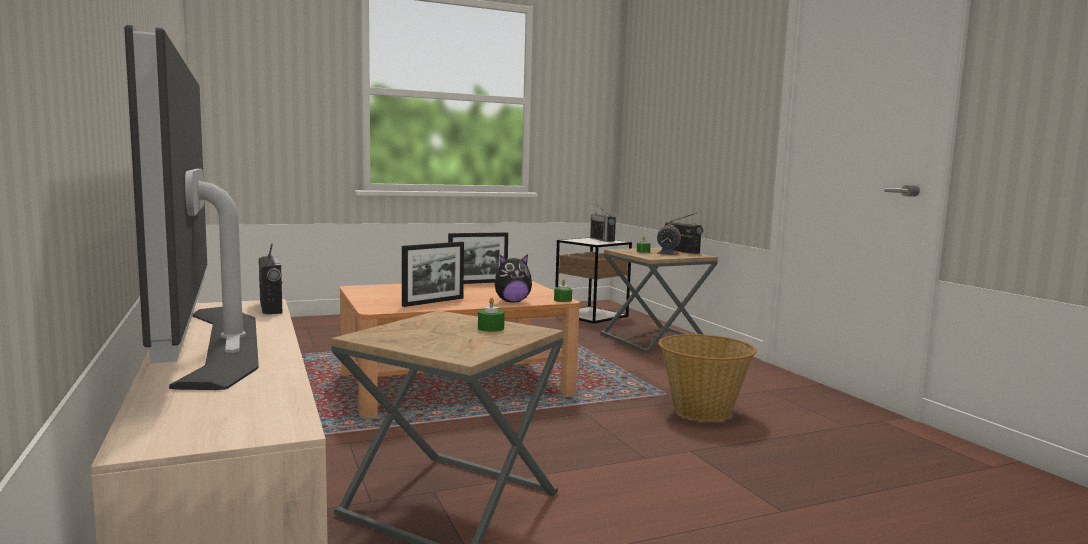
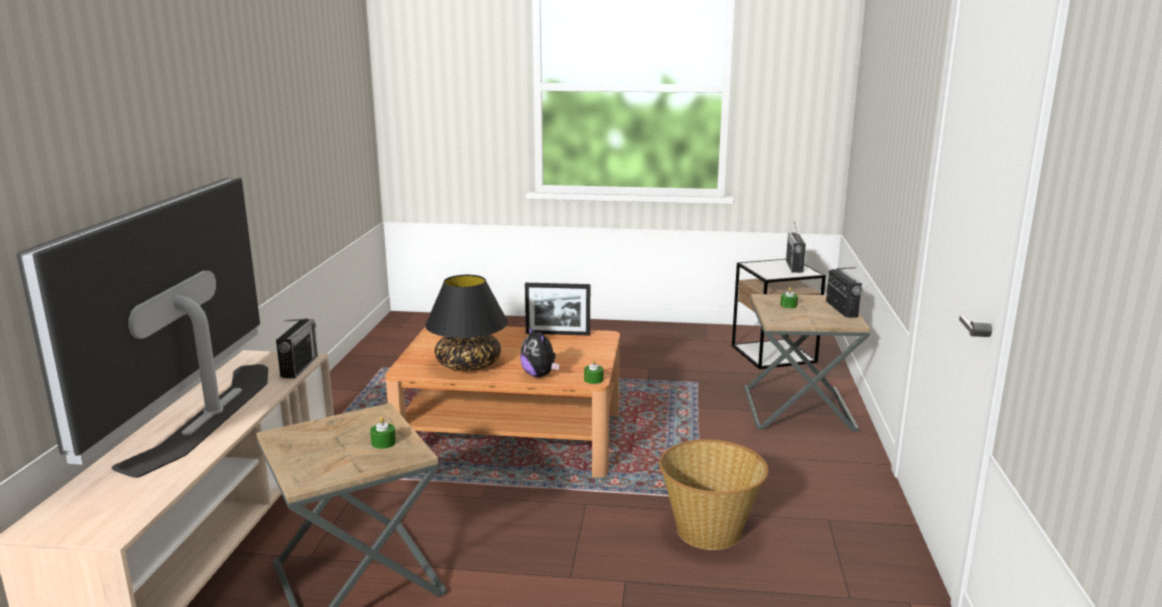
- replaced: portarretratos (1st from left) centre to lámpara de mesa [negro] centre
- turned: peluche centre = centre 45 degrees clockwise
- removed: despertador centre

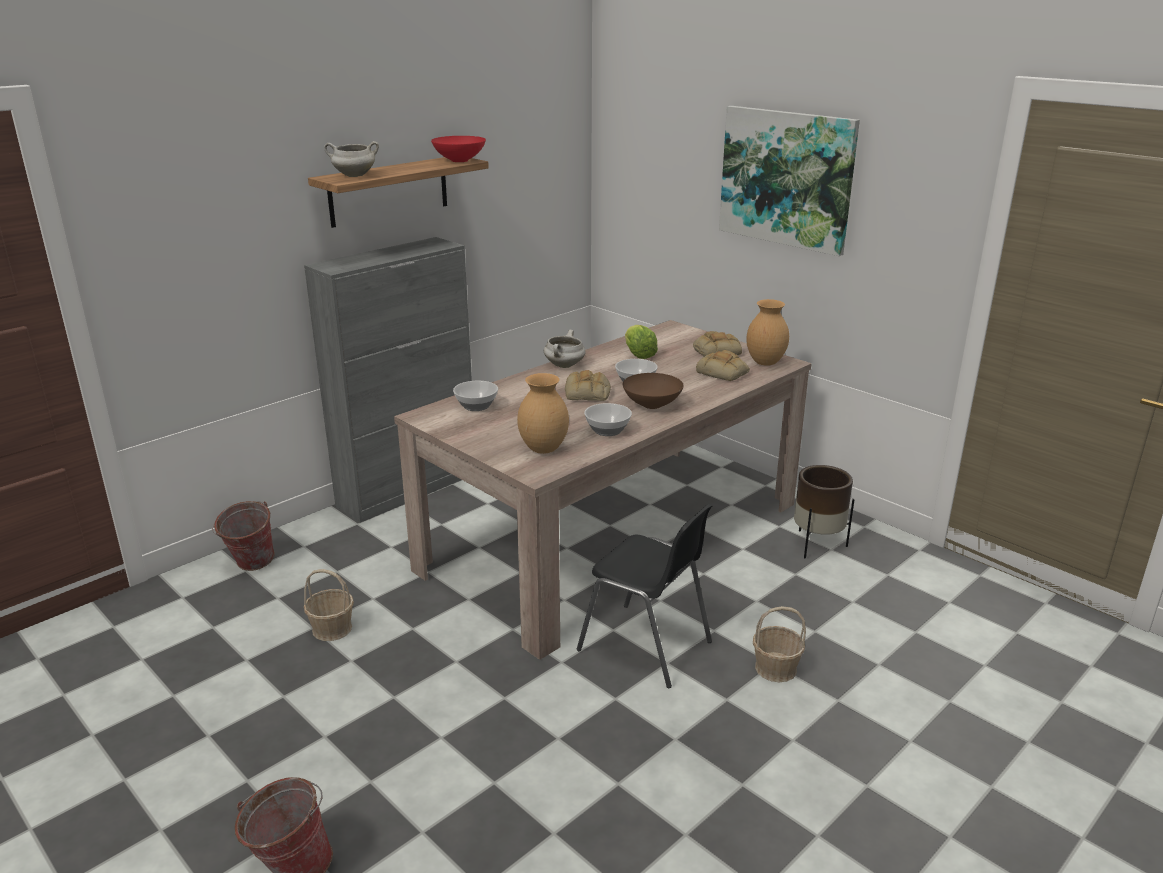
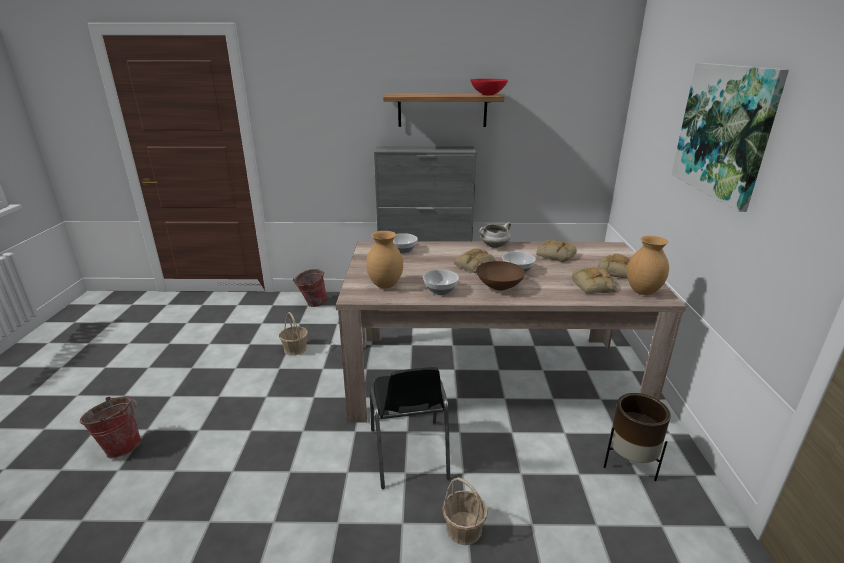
- removed: olla [blanco] (1st from left) top left
- replaced: lechuga centre to pan (2nd from left) centre

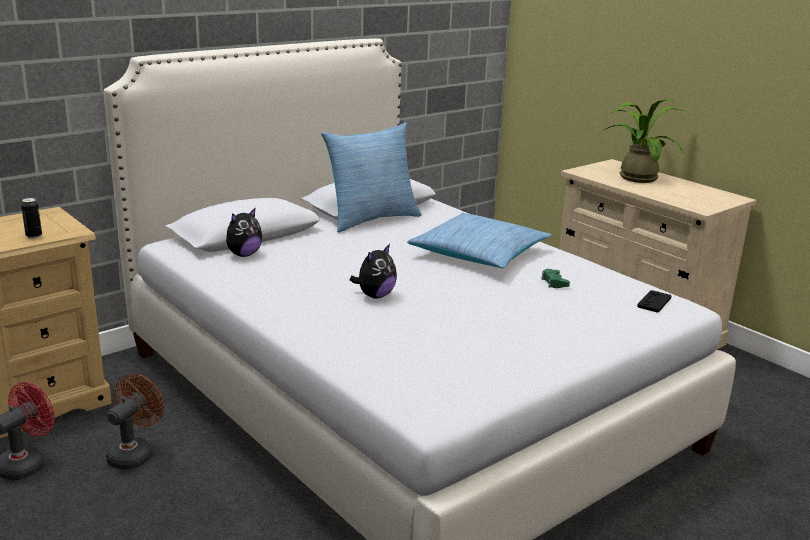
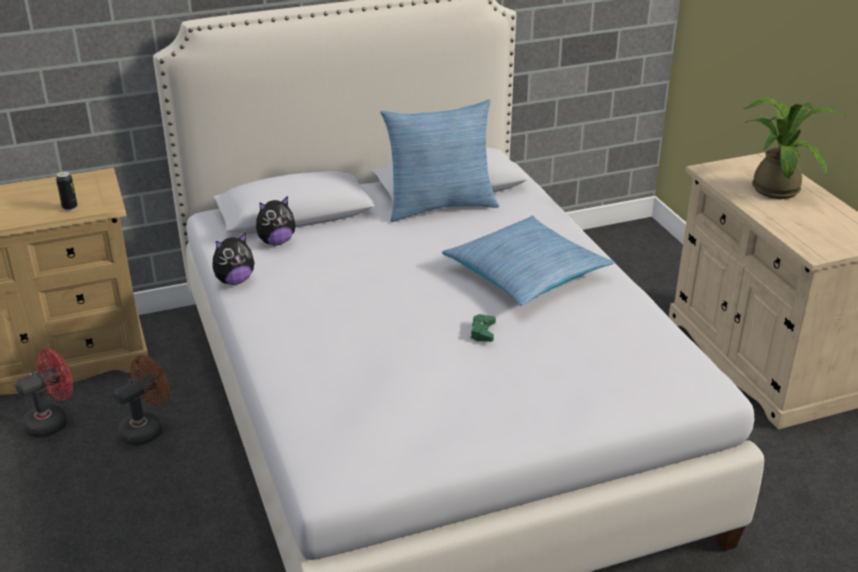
- moved: peluche (2nd from left in the first image) centre to peluche (1st from left) middle left
- moved: mando de consola [verde] middle right to centre
- removed: mando de consola [negro] middle right

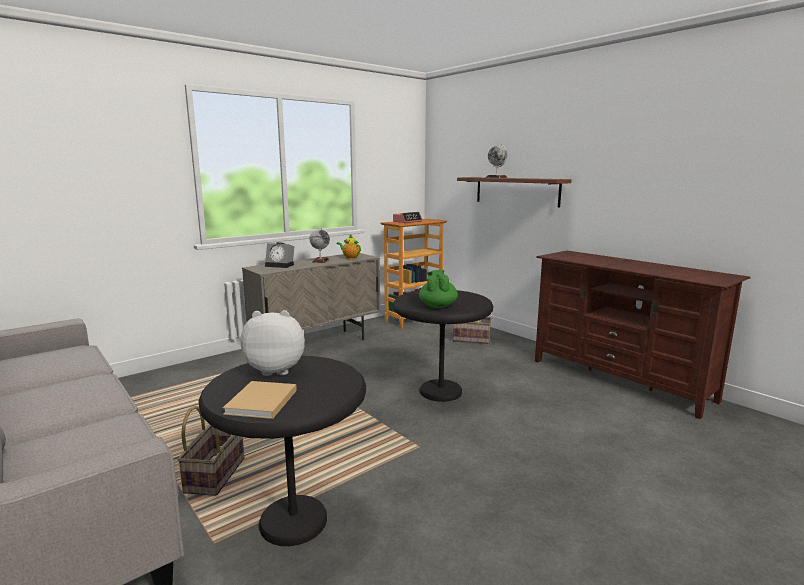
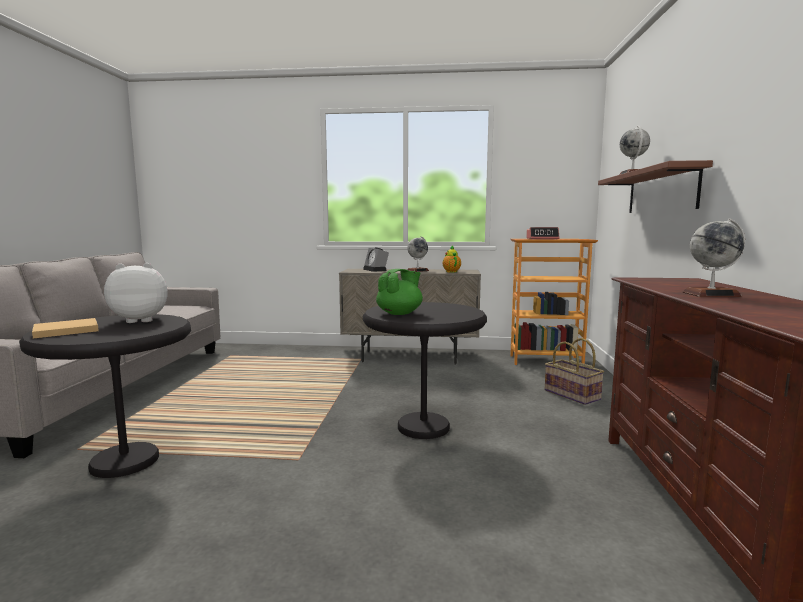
- removed: cesta (1st from left) bottom left
- turned: peluche centre = middle left 60 degrees counterclockwise
- added: globo terráqueo (3rd from left) middle right

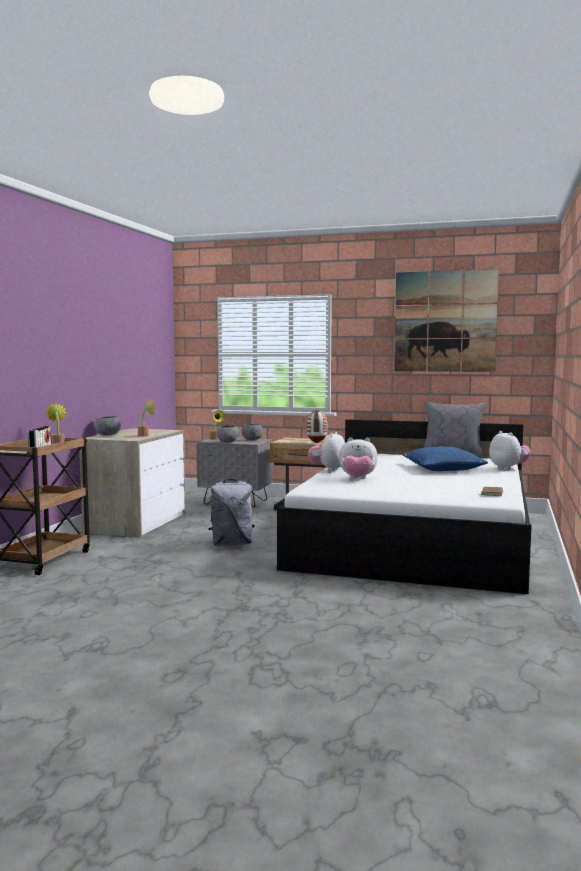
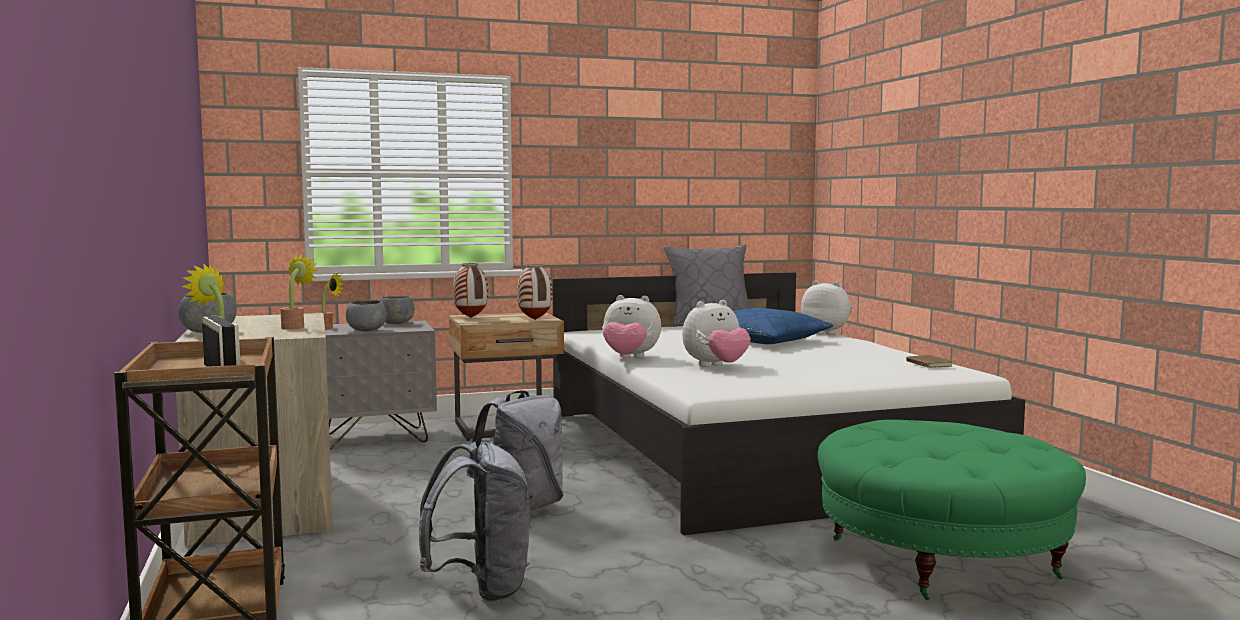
- turned: peluche (1st from left) centre = centre 60 degrees counterclockwise
- removed: cuadro middle right
- added: mochila [gris] (1st from left) bottom centre
- added: florero (1st from left) centre
- added: puf [verde] bottom right

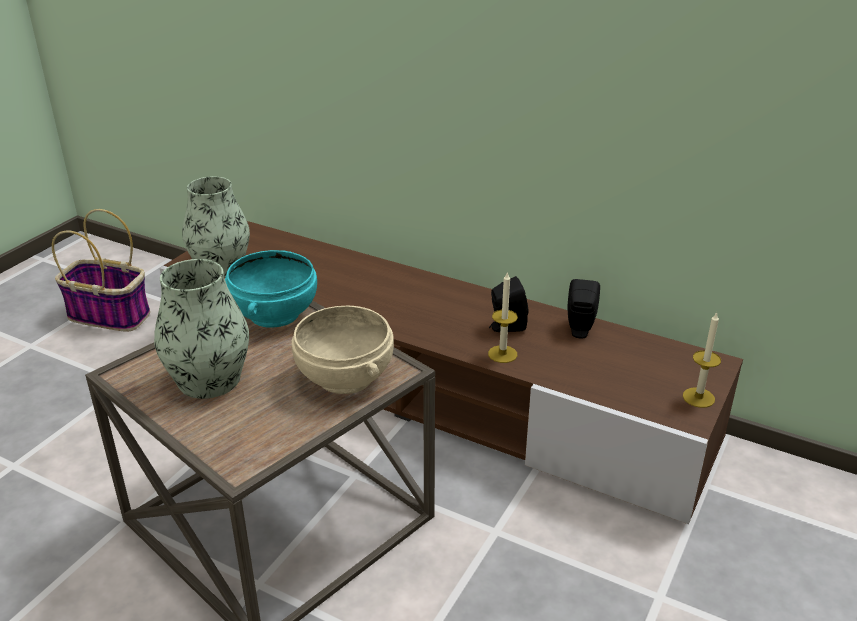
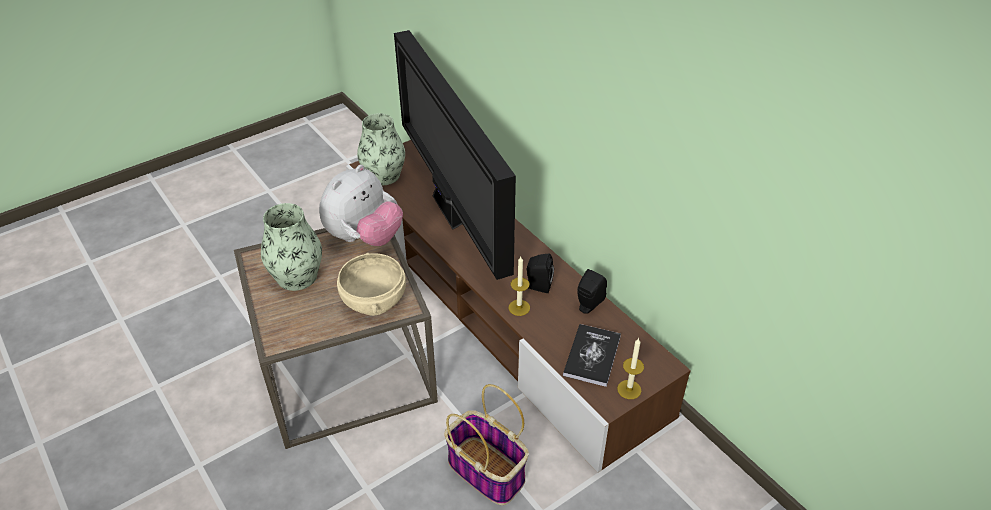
- moved: cesta middle left to bottom centre
- replaced: cuenco [turquesa] middle left to peluche centre
- added: televisor top centre
- added: libro bottom centre

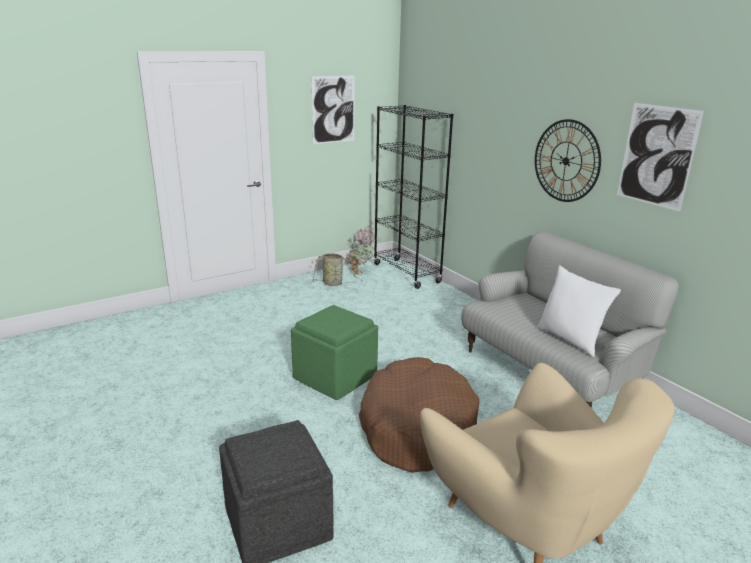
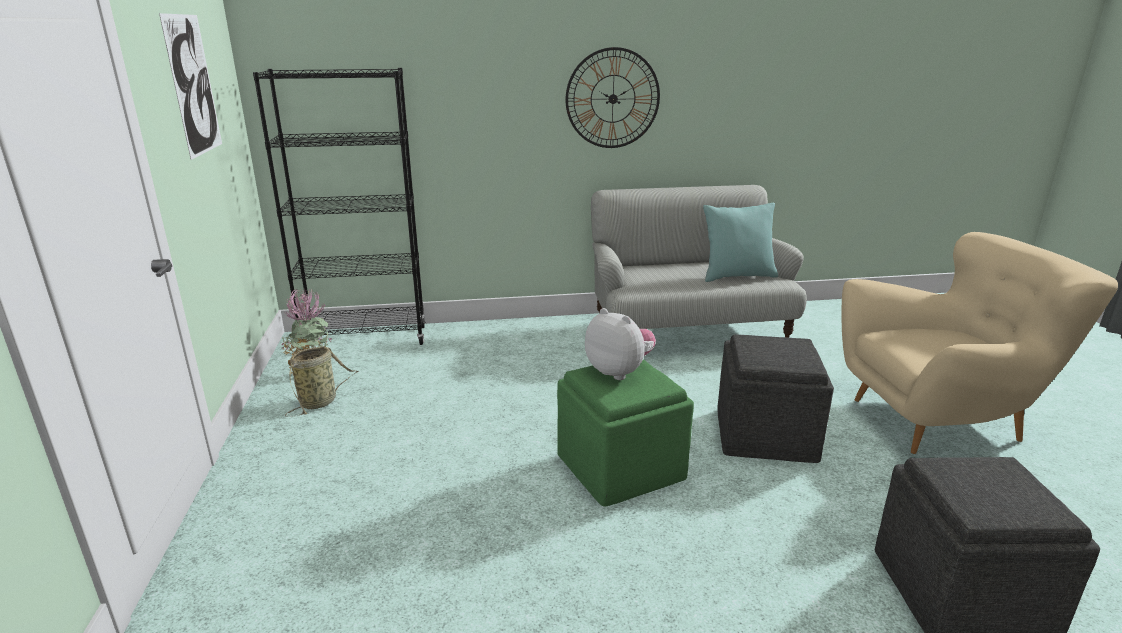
- replaced: cama para perro [marrón] bottom centre to puf [gris] (1st from left) middle right
- recoloured: cojín [blanco] middle right to cojín [turquesa] centre
- removed: cuadro (2nd from left) top right
- added: peluche centre

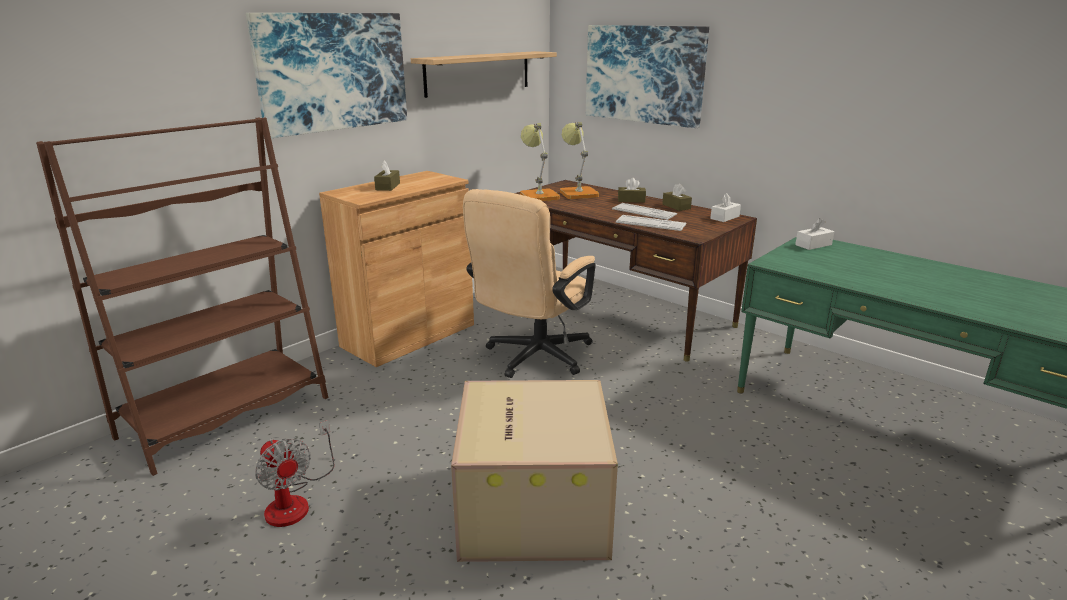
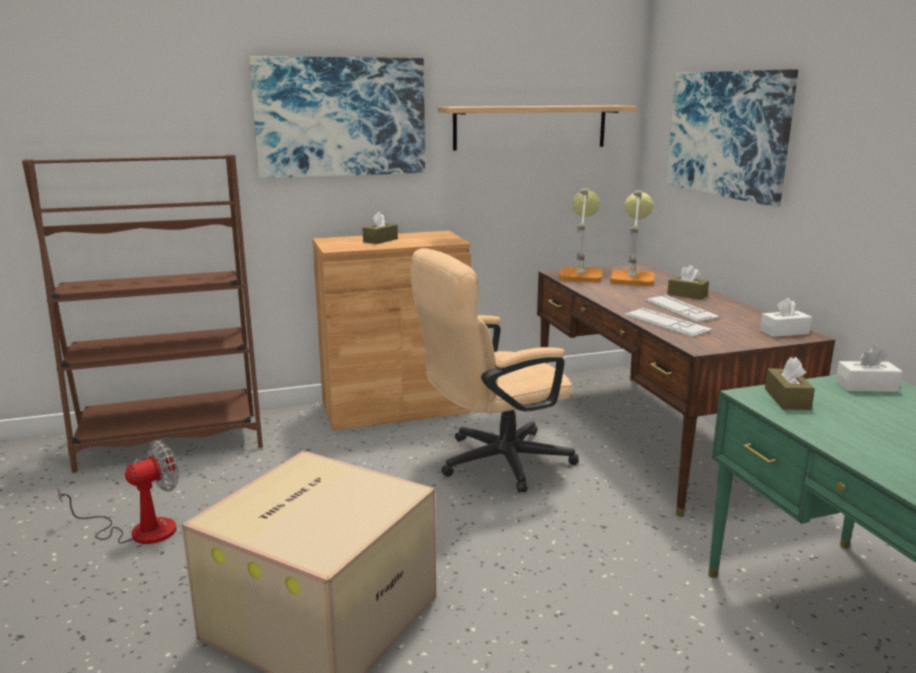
- turned: ventilador bottom left = bottom left 120 degrees counterclockwise
- moved: caja de pañuelos [marrón] (3rd from left) top centre to middle right

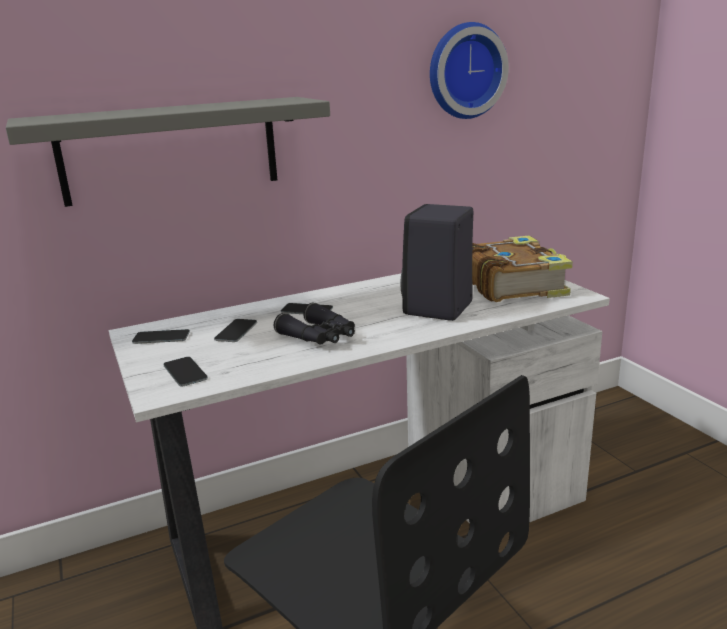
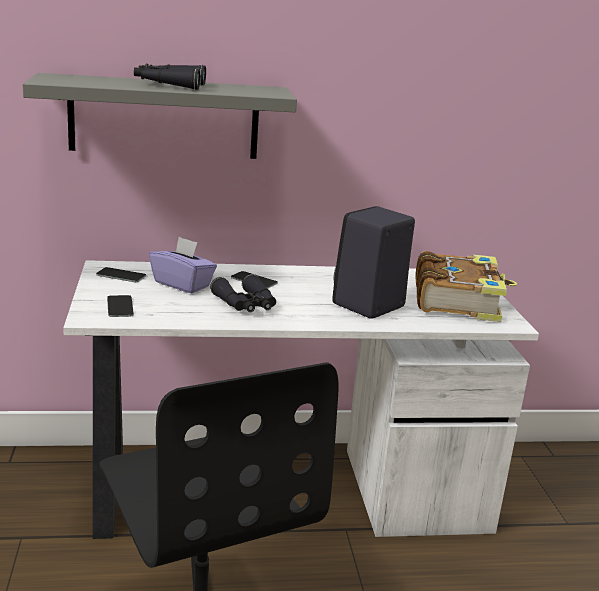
- replaced: móvil (3rd from left) middle left to caja de pañuelos [morado] middle left
- removed: reloj de pared top centre
- added: prismáticos [negro] (1st from left) top left

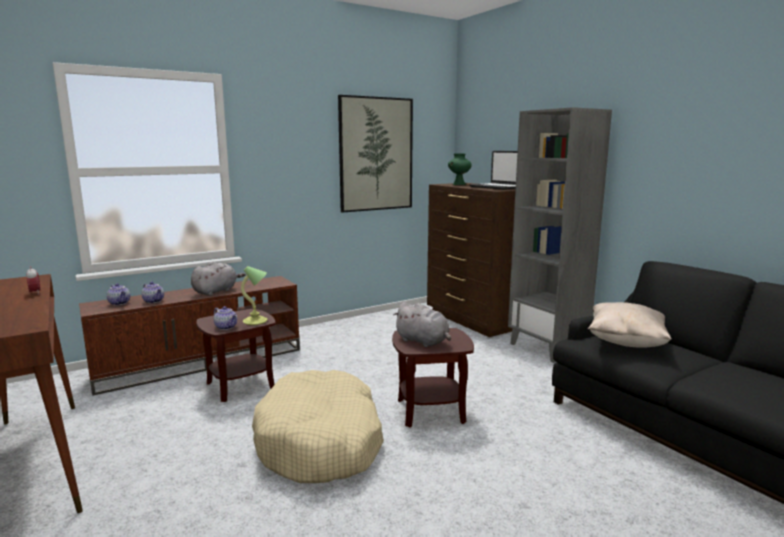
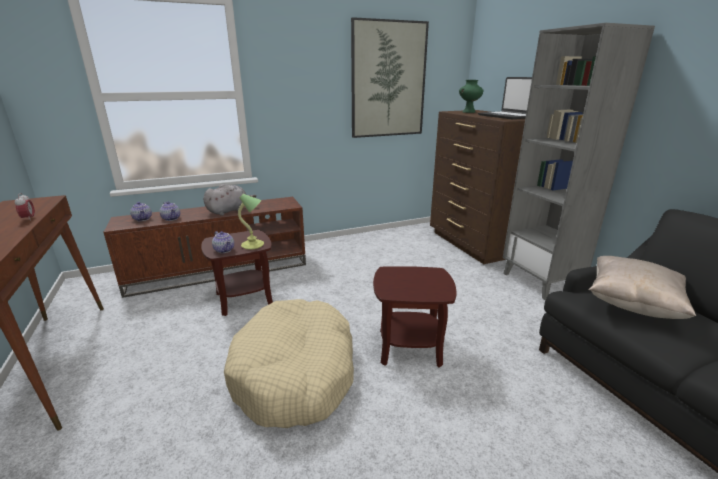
- removed: peluche [gris] (2nd from left) centre

